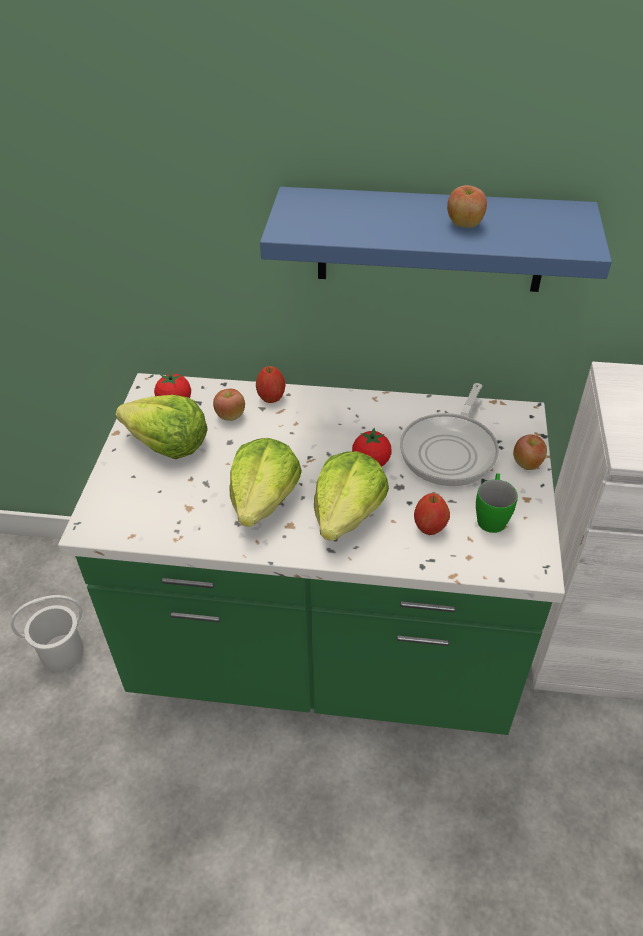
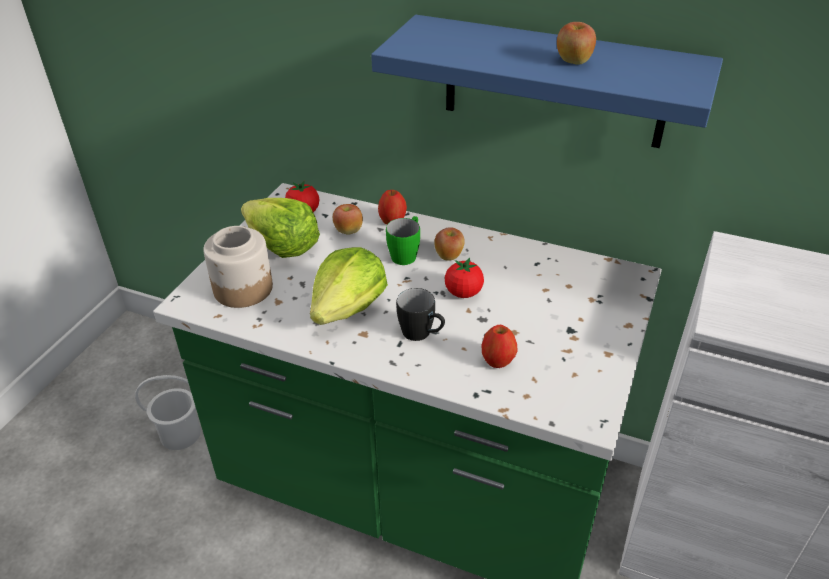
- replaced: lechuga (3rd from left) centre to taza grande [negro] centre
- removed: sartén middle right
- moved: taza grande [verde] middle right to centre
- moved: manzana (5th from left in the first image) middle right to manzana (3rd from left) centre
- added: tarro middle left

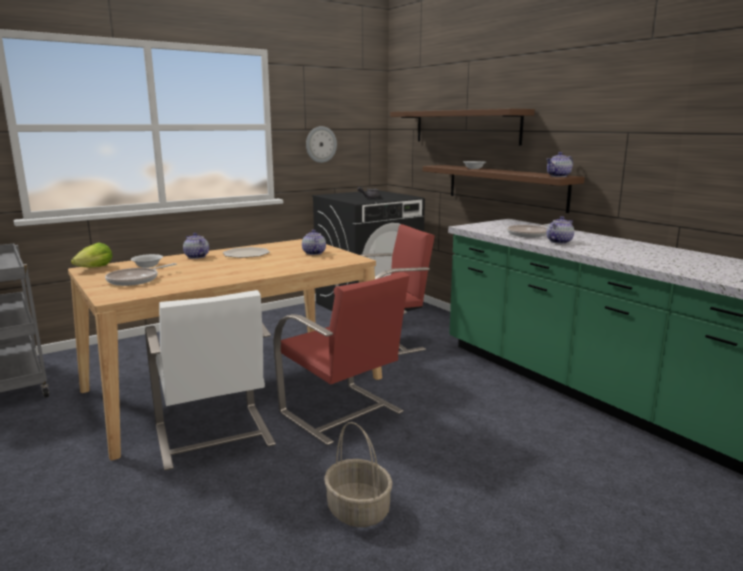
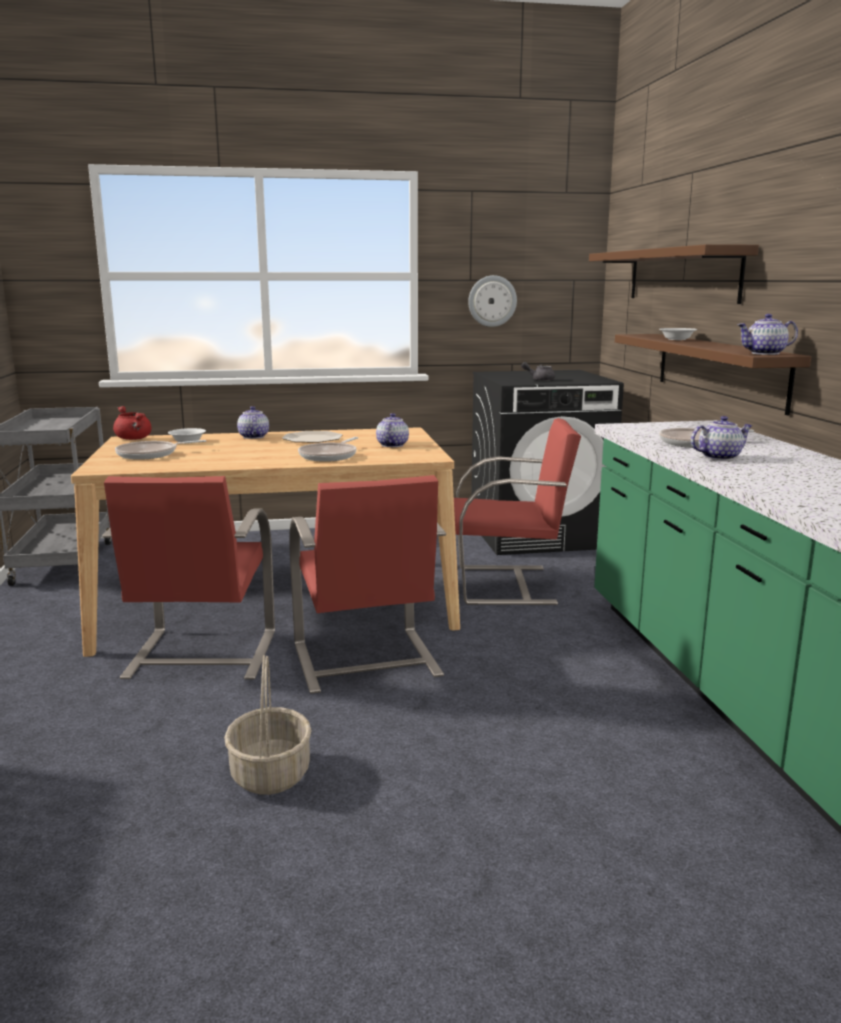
- replaced: lechuga middle left to olla [rojo] middle left
- recoloured: silla [blanco] middle left to silla [rojo] (1st from left) middle left
- added: sartén (2nd from left) centre

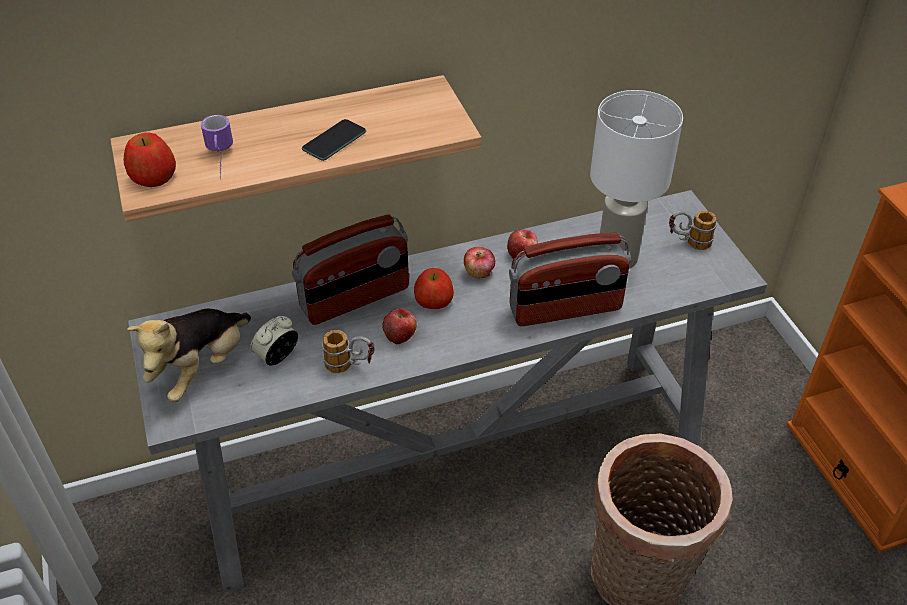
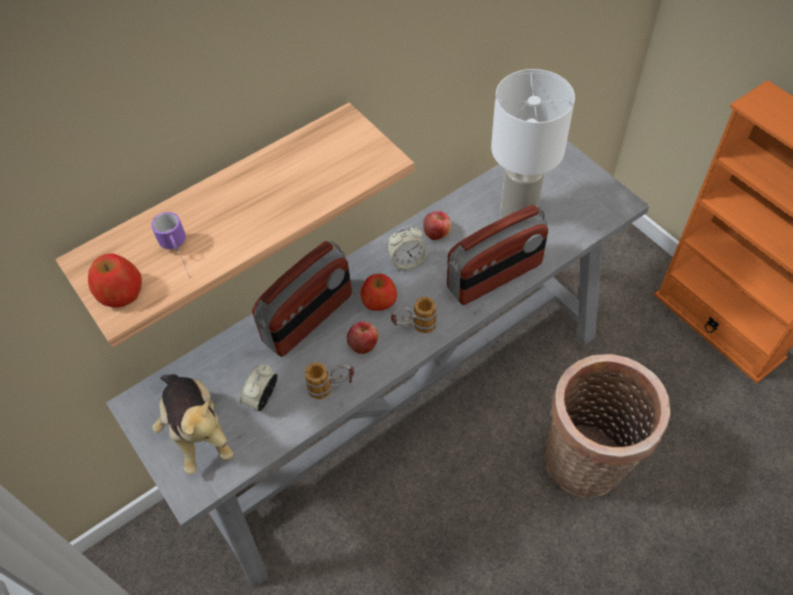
- turned: peluche middle left = bottom left 45 degrees counterclockwise
- removed: móvil top centre
- replaced: manzana (4th from left) centre to despertador (2nd from left) centre
- moved: taza grande (3rd from left) middle right to centre

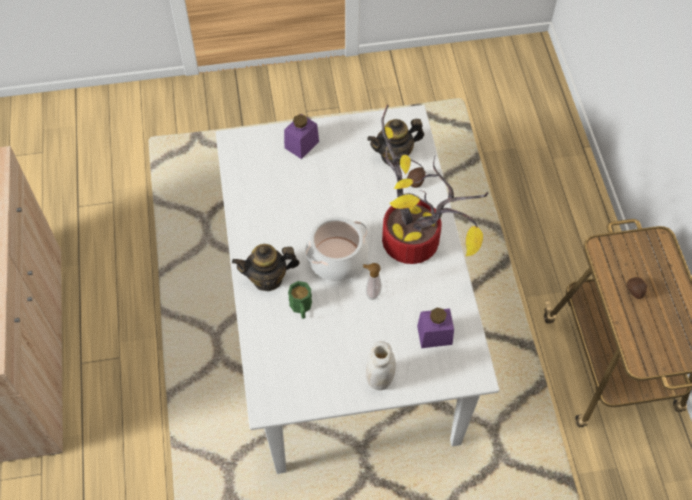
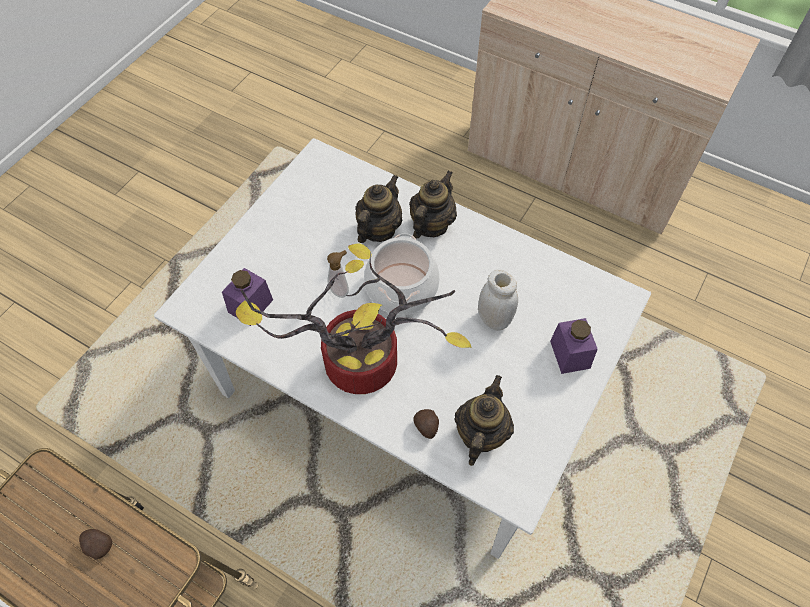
- replaced: taza grande [verde] centre to tetera (1st from left) centre
- moved: tarro [blanco] bottom centre to centre

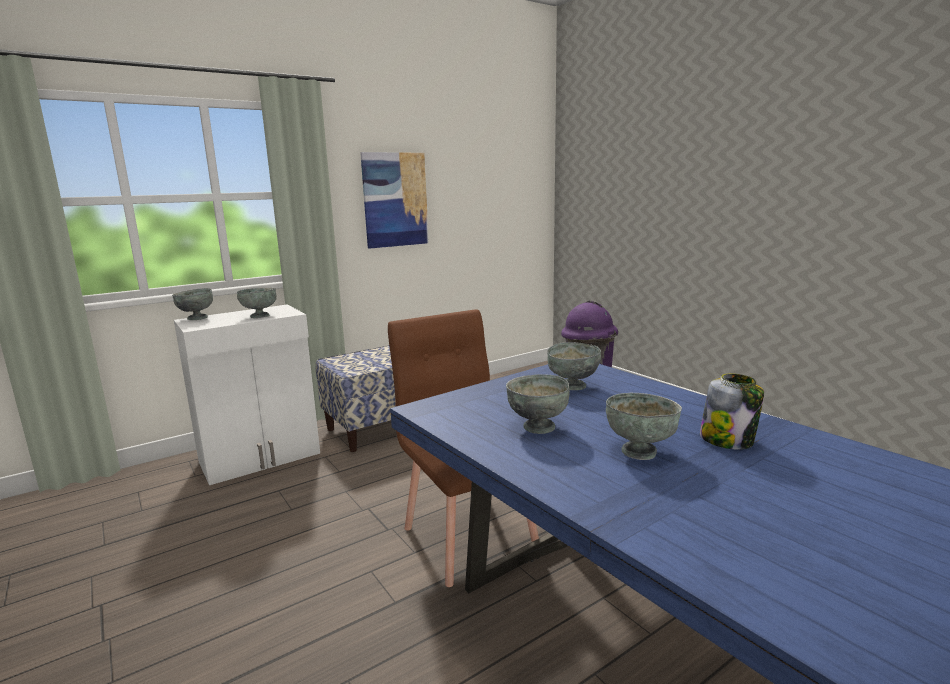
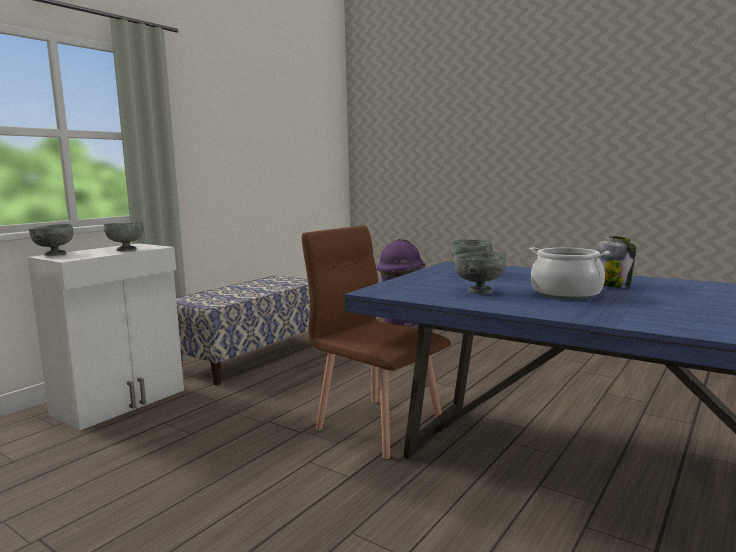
- removed: cuadro top centre
- replaced: cuenco [gris] (5th from left) middle right to olla middle right

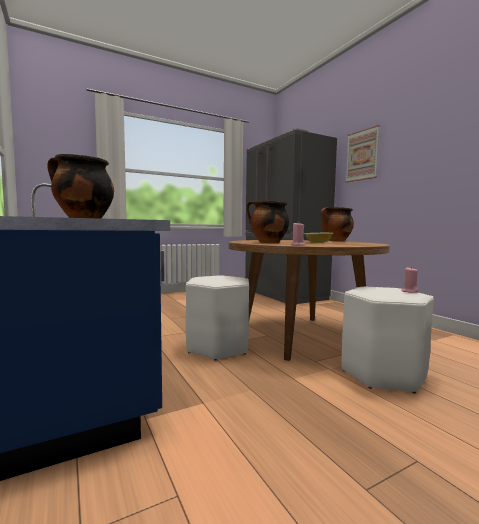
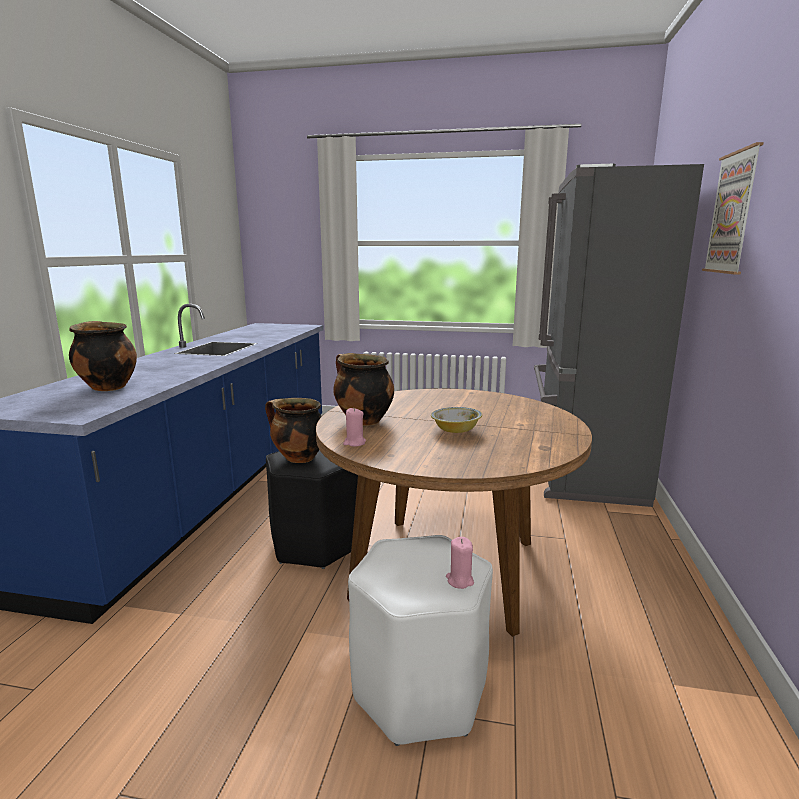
- recoloured: taburete [blanco] (1st from left) centre to taburete [negro] centre
- moved: olla (3rd from left in the first image) middle right to olla (2nd from left) centre

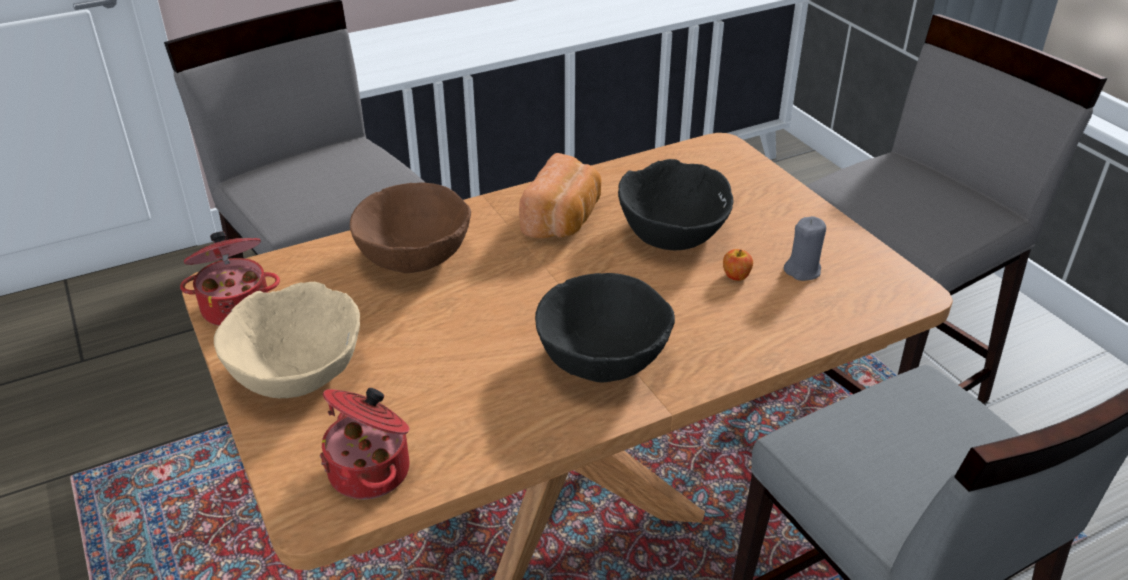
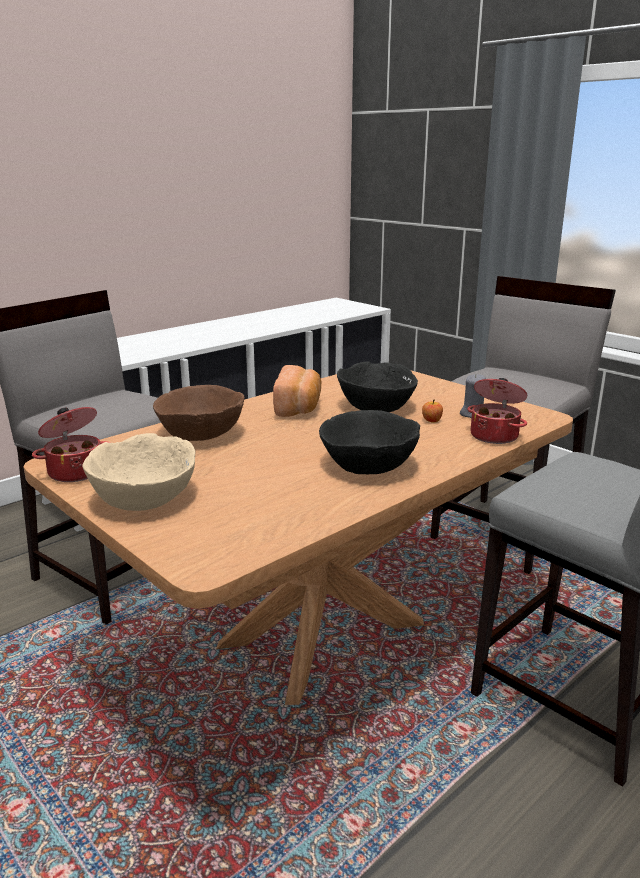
- moved: olla (2nd from left) bottom left to middle right

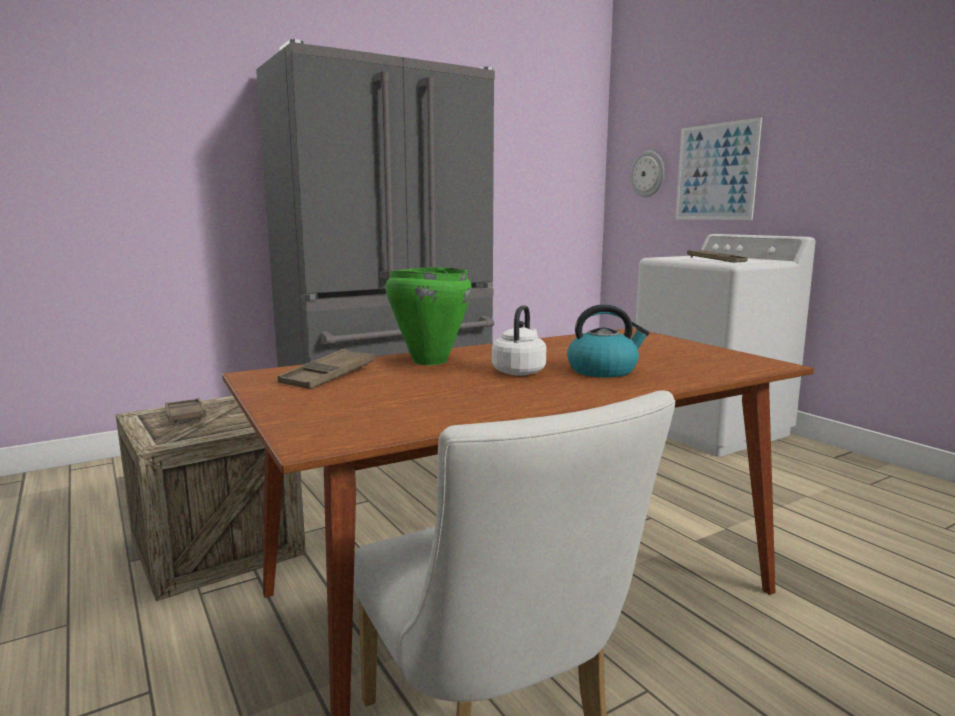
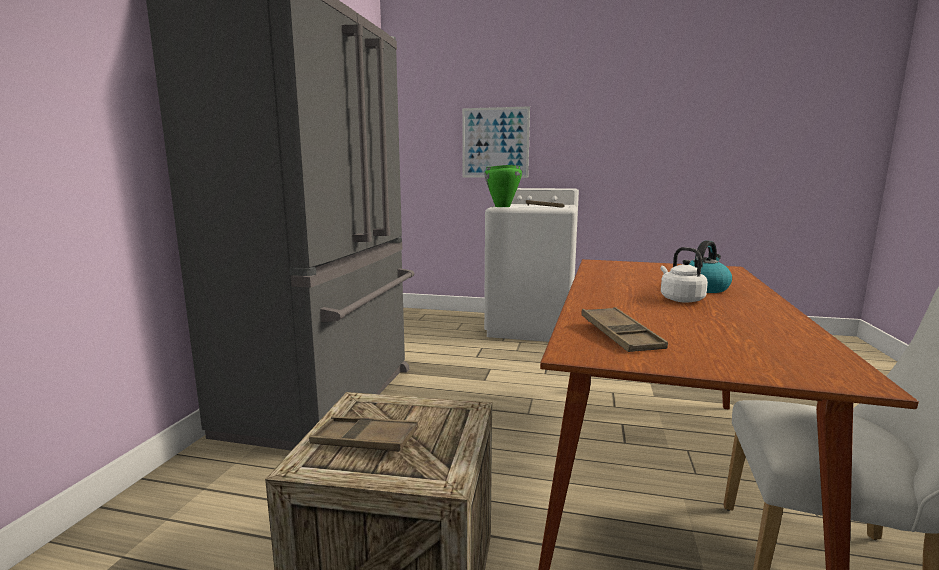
- moved: olla [verde] centre to top centre
- removed: reloj de pared top right

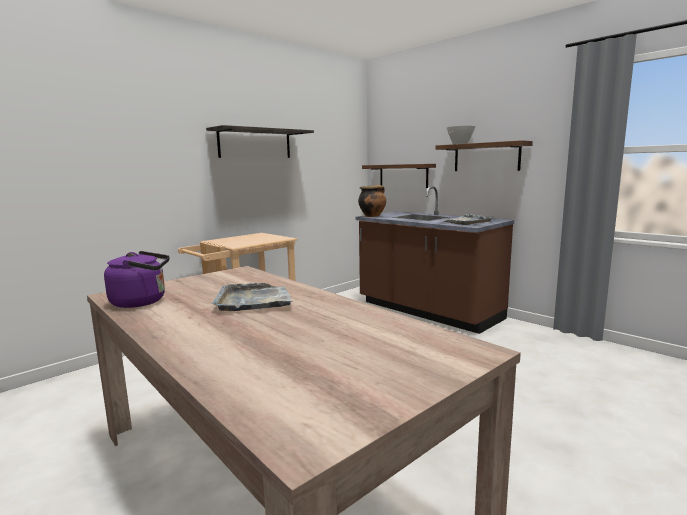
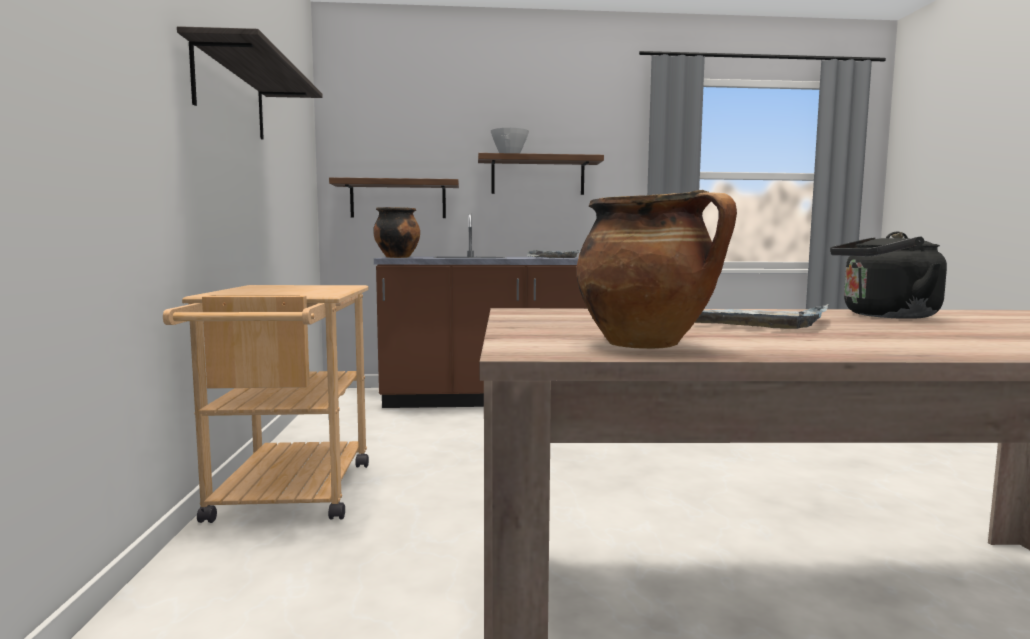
- replaced: hervidor [morado] middle left to olla (2nd from left) centre
- added: hervidor [negro] middle right

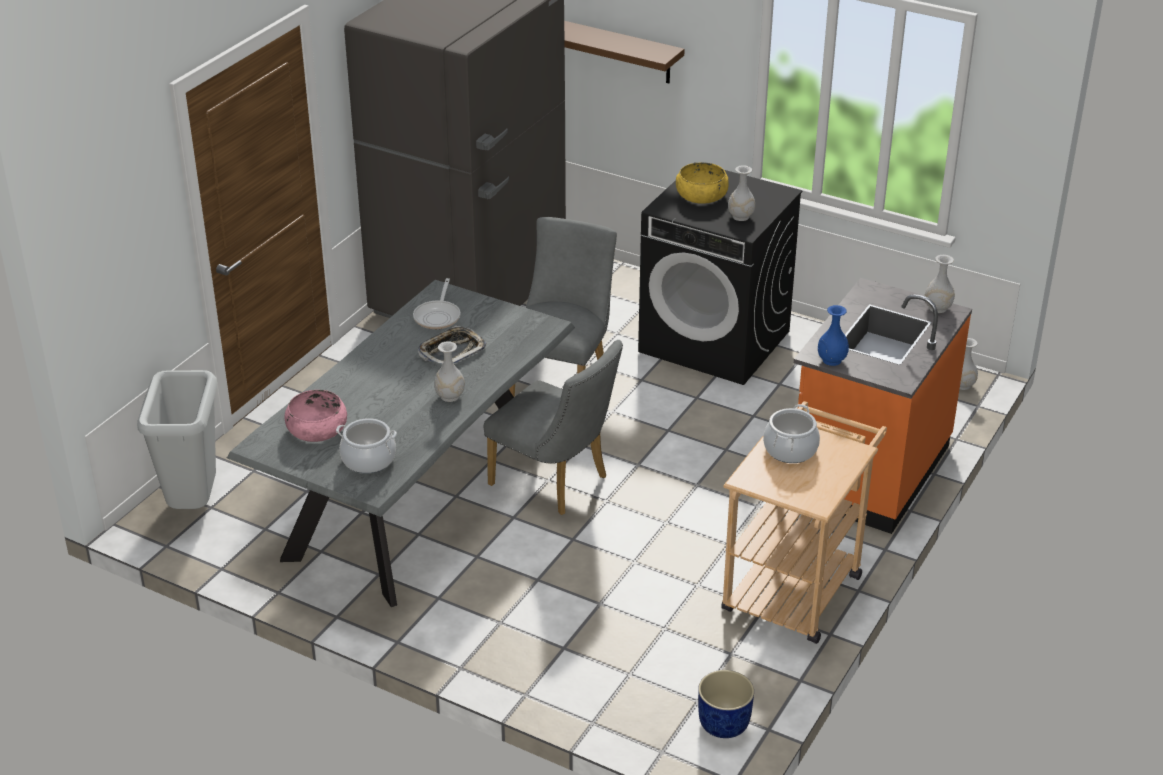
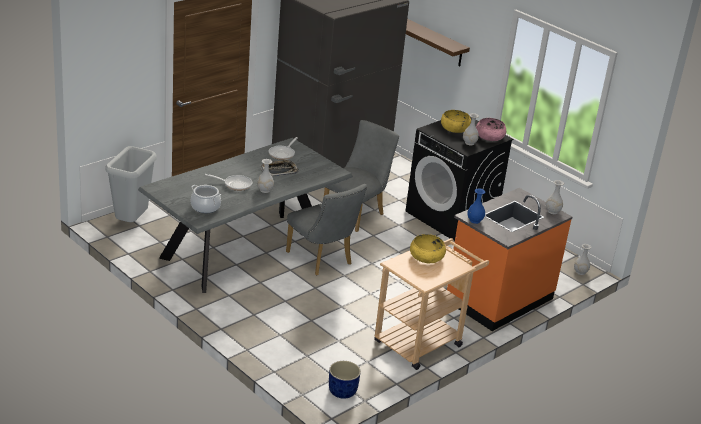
- moved: cuenco [rosa] middle left to top right
- replaced: olla (2nd from left) middle right to cuenco [amarillo] (1st from left) centre
- added: sartén (1st from left) middle left

